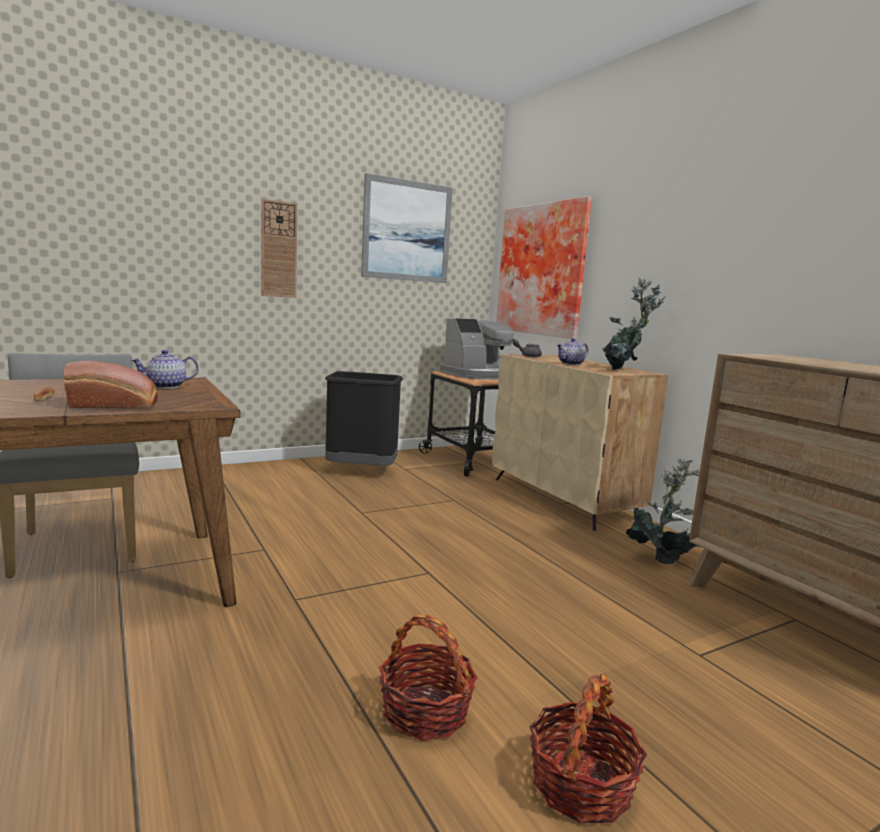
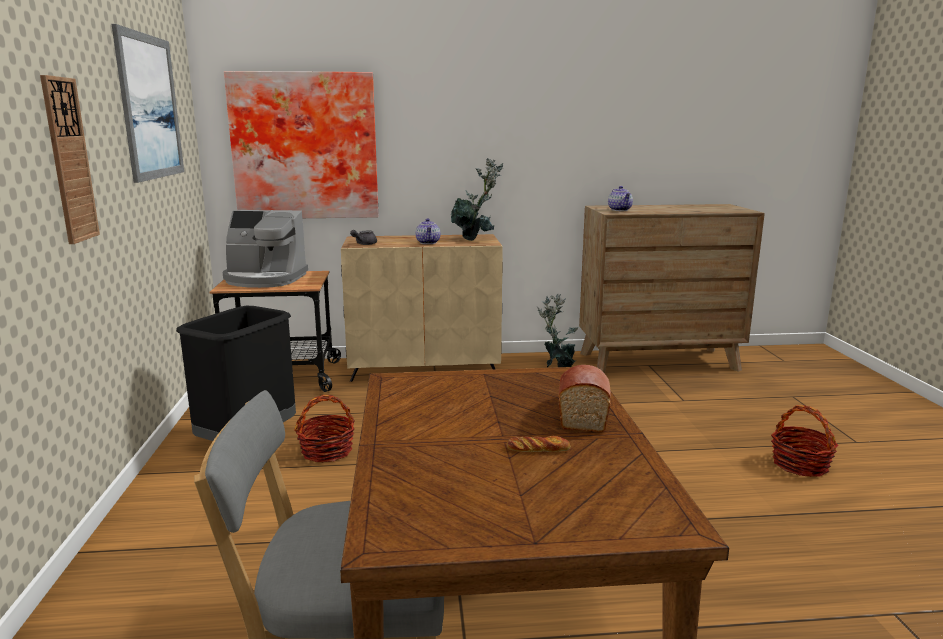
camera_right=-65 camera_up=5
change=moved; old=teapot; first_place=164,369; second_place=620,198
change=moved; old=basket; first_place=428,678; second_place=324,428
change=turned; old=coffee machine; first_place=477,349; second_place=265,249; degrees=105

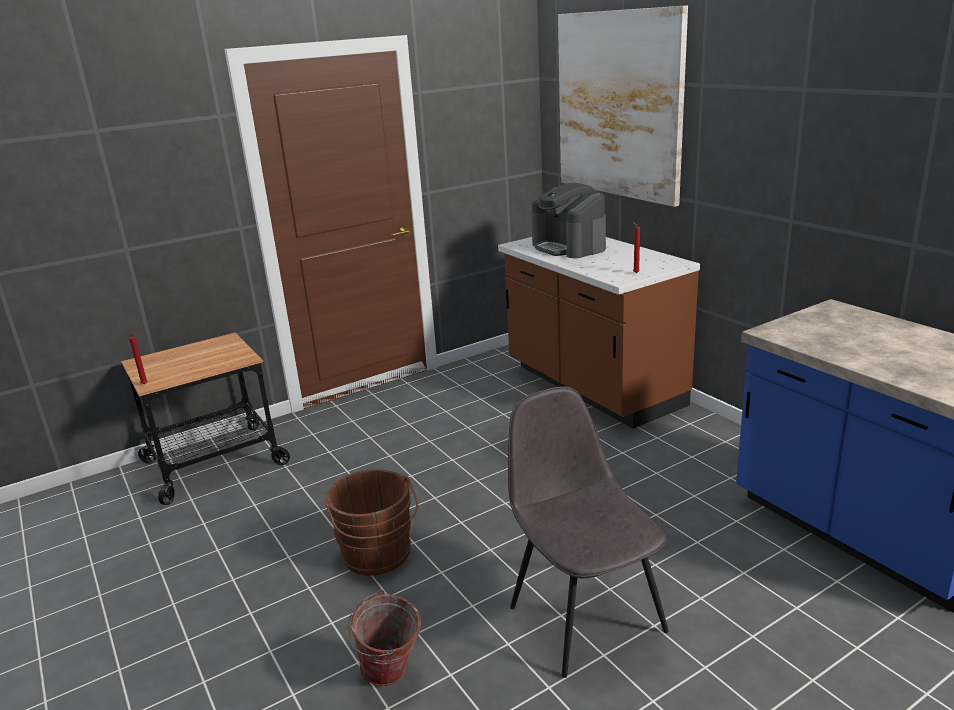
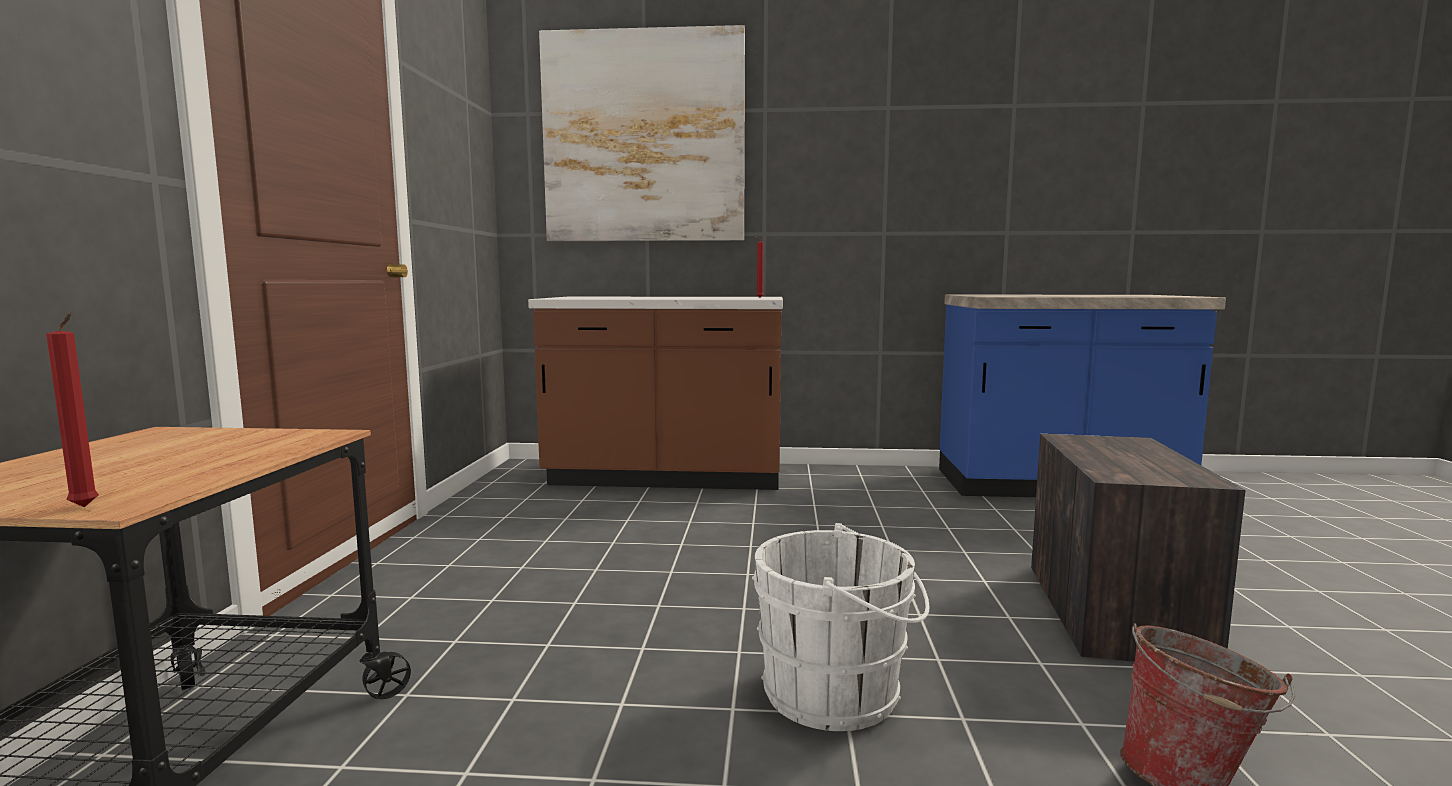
camera_right=-55 camera_up=-15
change=recoloured; old=bucket in brown; new=bucket in white; first_place=371,522; second_place=841,627
change=replaced; old=chair in grey; new=crate; first_place=588,532; second_place=1138,548
change=removed; old=coffee machine; first_place=568,220

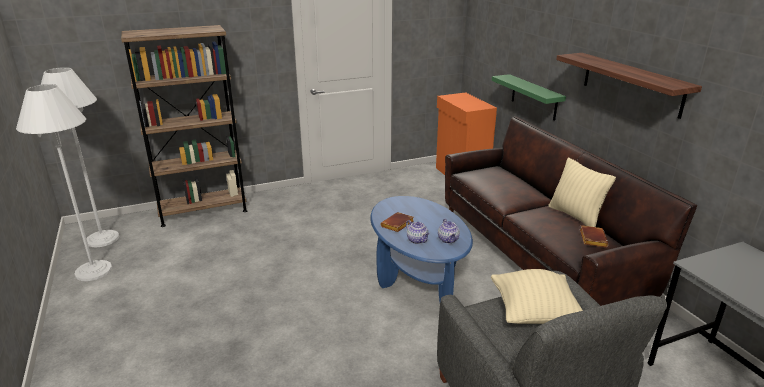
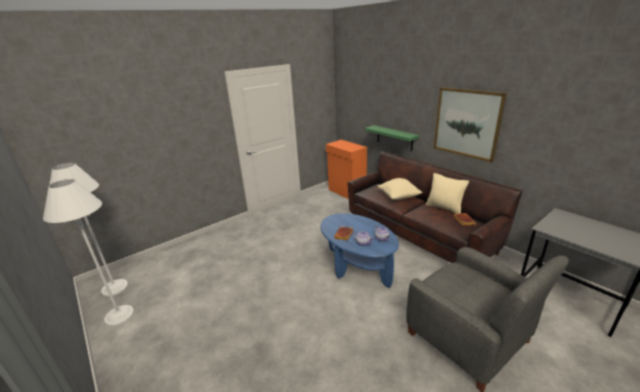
camera_right=-15 camera_up=0
change=removed; old=bookcase in brown; first_place=184,126
change=moved; old=pillow in beige; first_place=537,296; second_place=400,189
change=replaced; old=shelf; new=picture; first_place=629,86; second_place=470,125

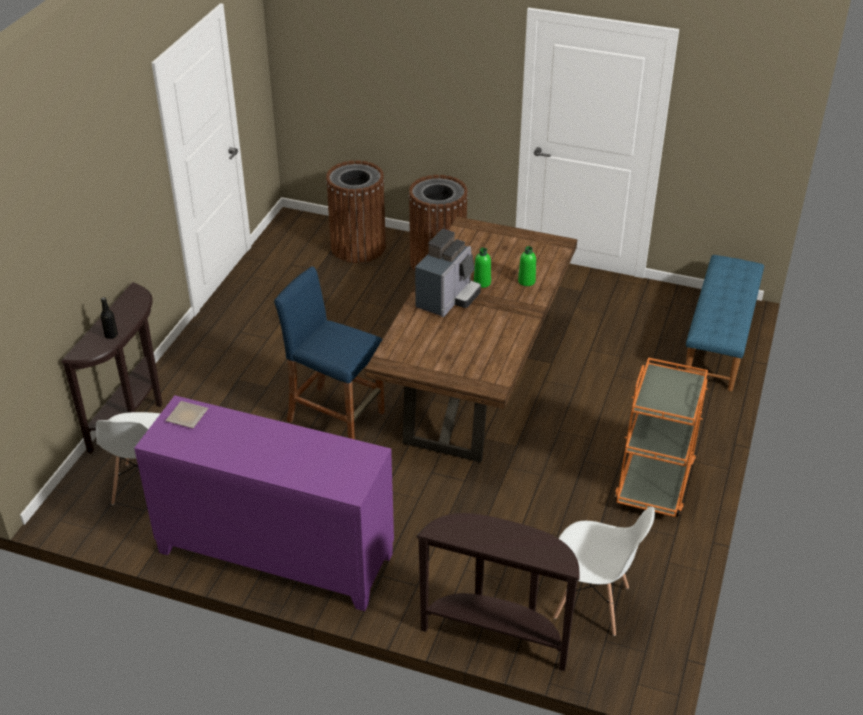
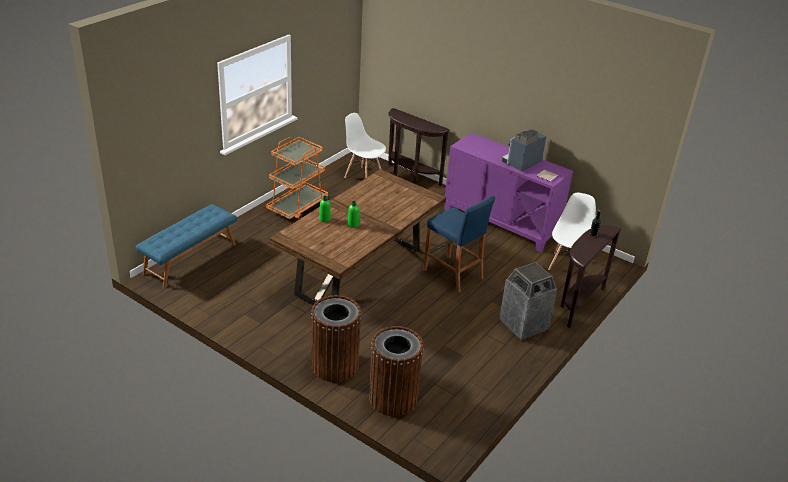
camera_right=-165 camera_up=-5
change=moved; old=coffee machine; first_place=448,273; second_place=524,150
change=added; new=trash can; second_place=528,301

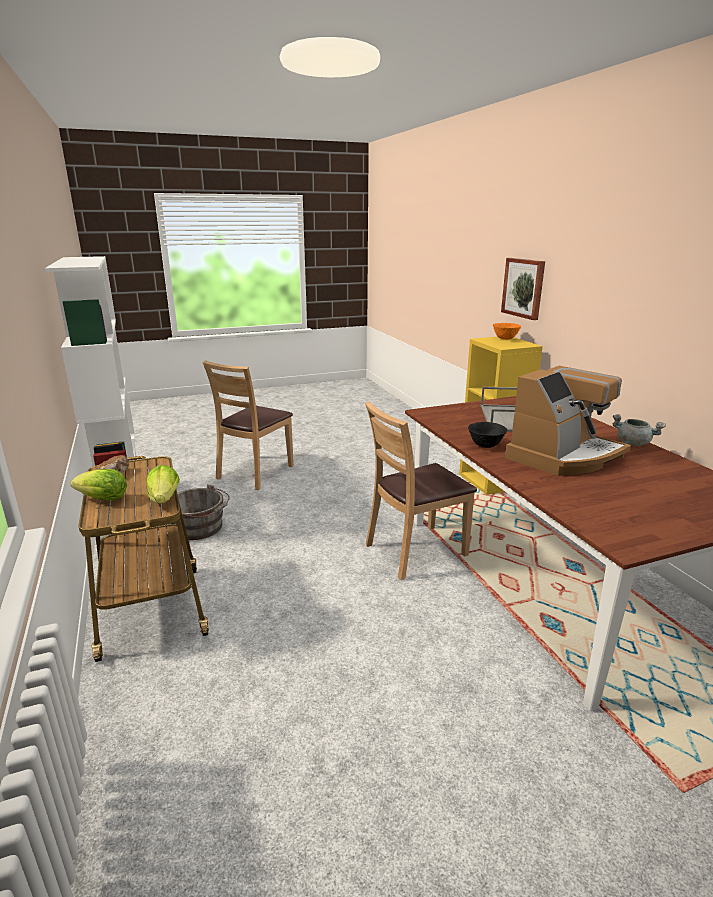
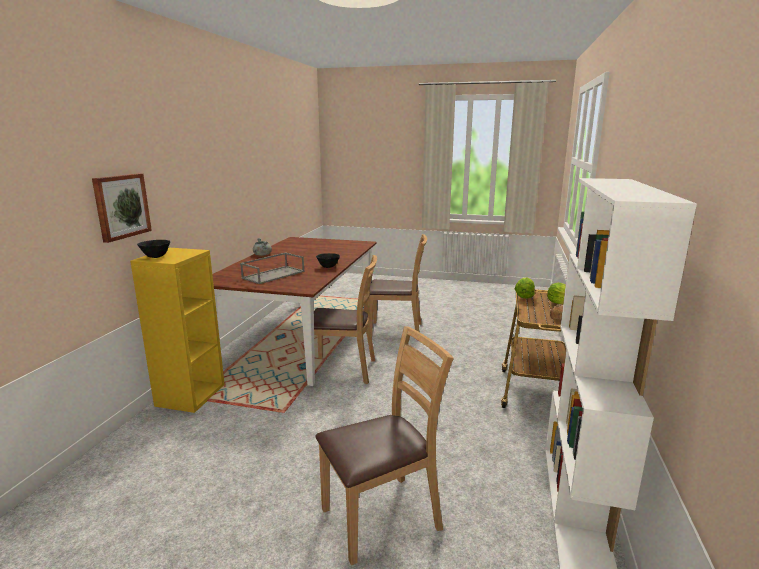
camera_right=-145 camera_up=-5
change=removed; old=bucket in grey; first_place=200,512
change=recoloured; old=bowl in orange; new=bowl in black; first_place=507,331; second_place=153,249
change=removed; old=coffee machine; first_place=568,421
change=added; new=chair in brown; second_place=398,285

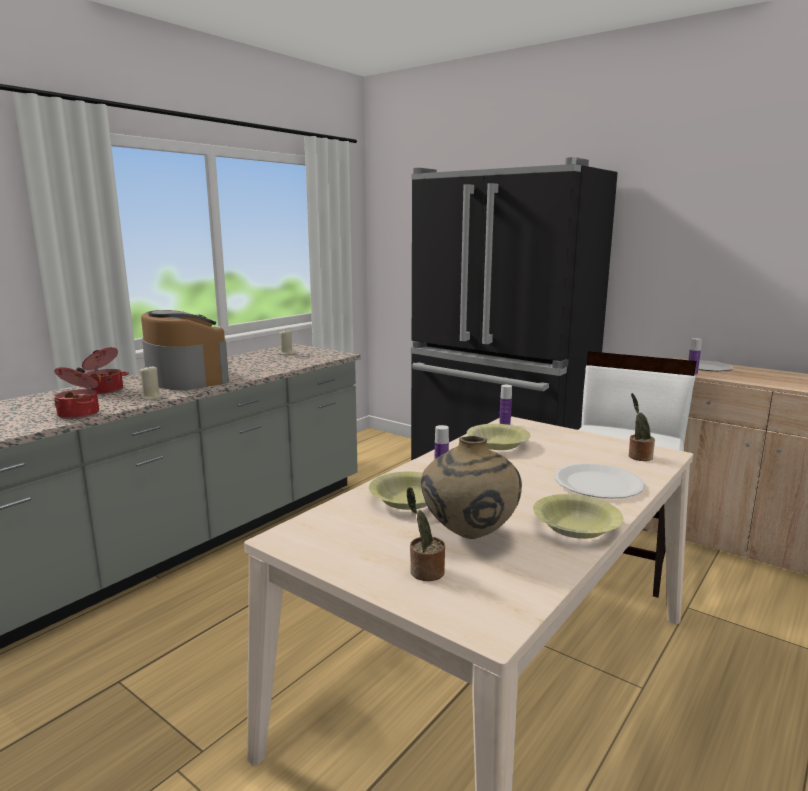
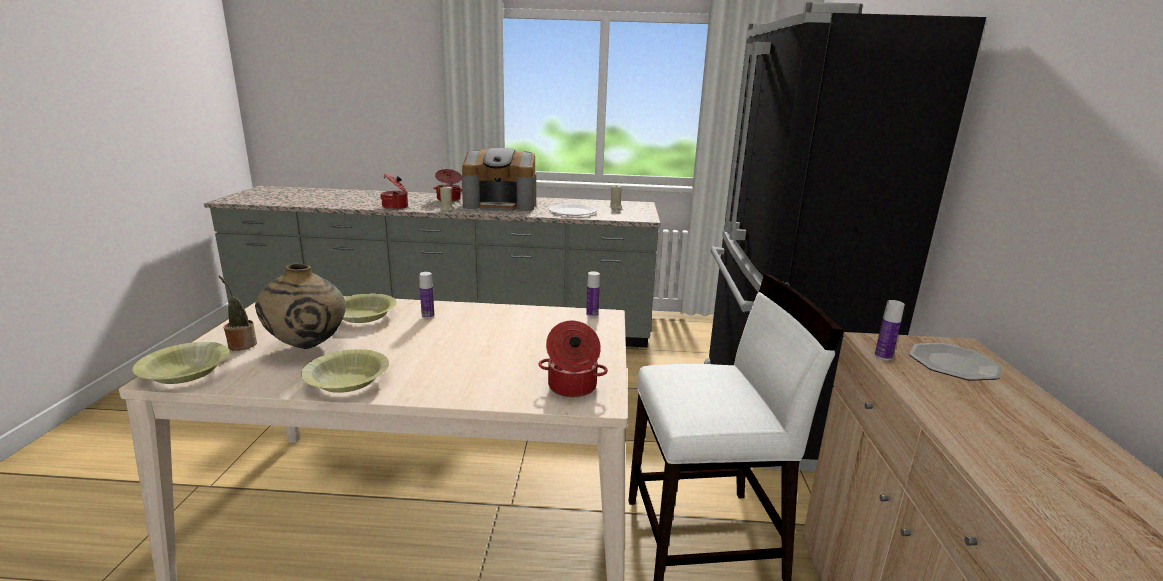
camera_right=55 camera_up=5
change=turned; old=coffee machine; first_place=185,350; second_place=499,179; degrees=75
change=moved; old=bowl in yellow; first_place=499,437; second_place=181,363
change=moved; old=plate in white; first_place=599,481; second_place=573,210
change=replaced; old=potted plant; new=cooking pot; first_place=642,427; second_place=573,359

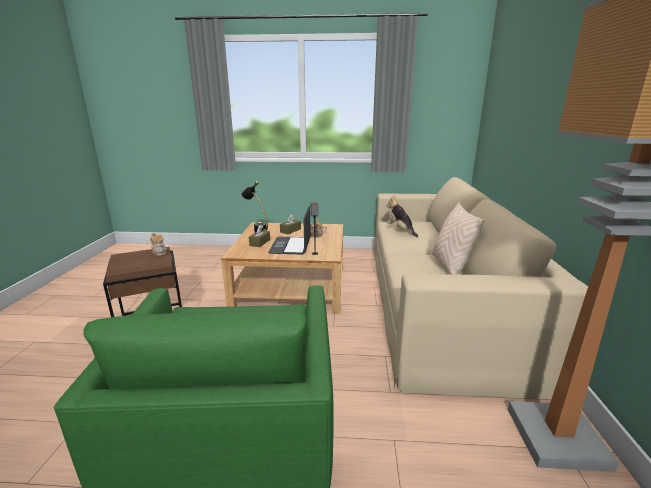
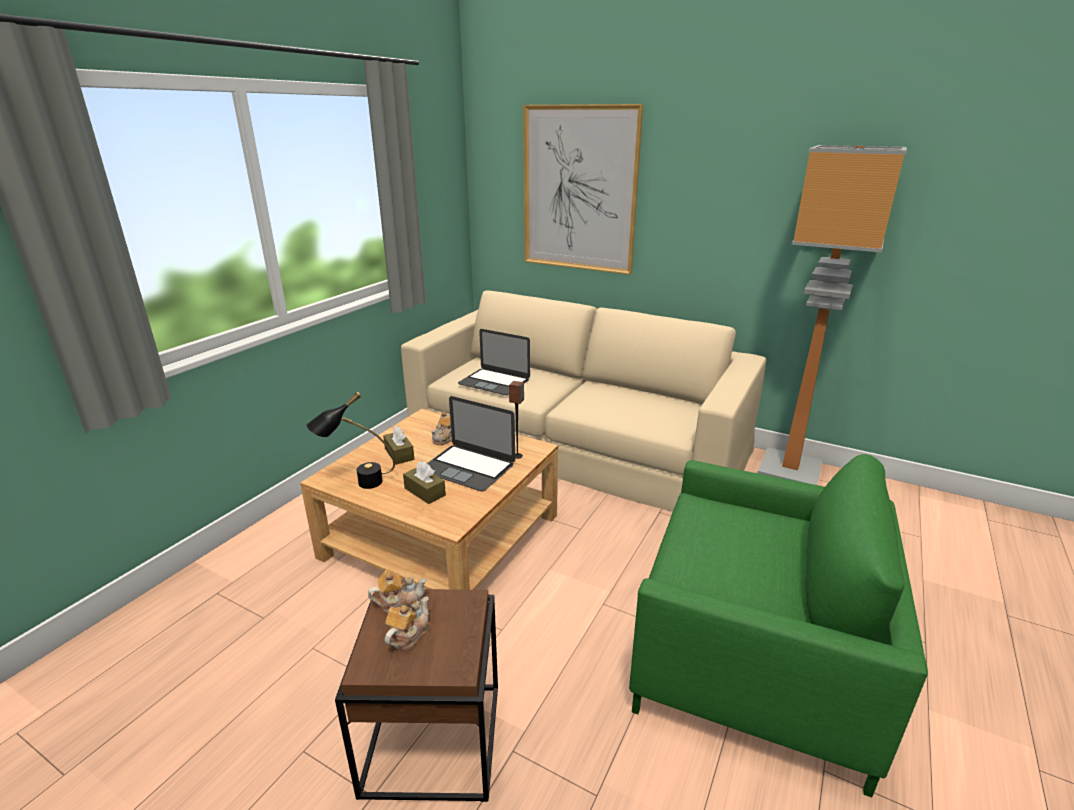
camera_right=-65 camera_up=5
change=replaced; old=plush toy; new=laptop; first_place=402,216; second_place=494,362
change=removed; old=pillow in beige; first_place=458,238
change=added; new=teapot; second_place=407,623
change=added; new=picture; second_place=583,189

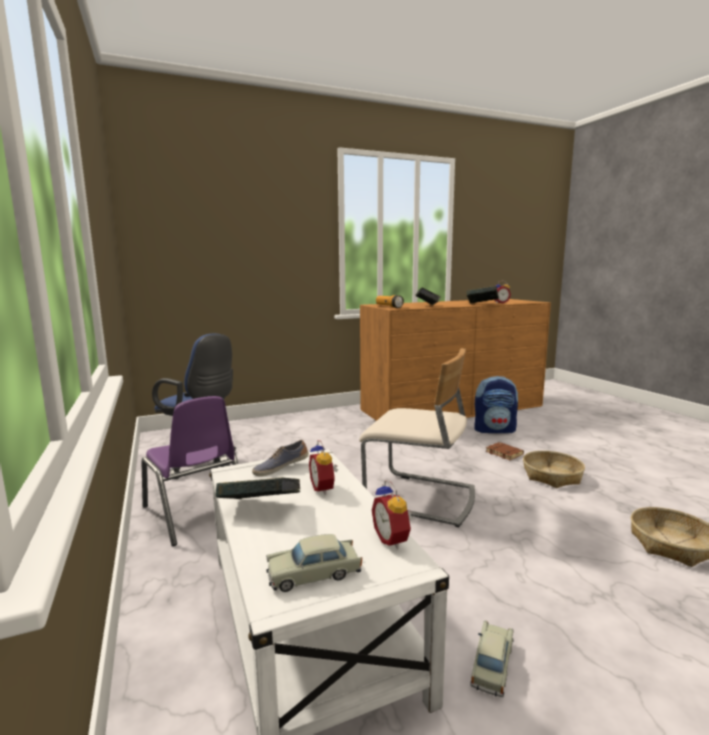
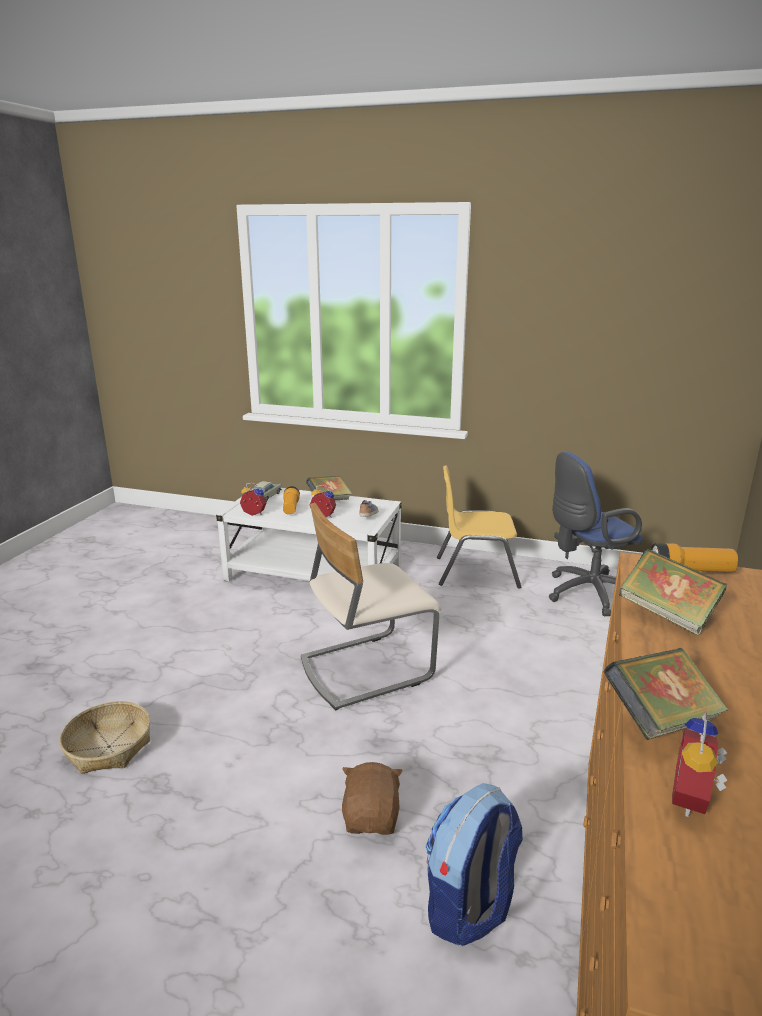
camera_right=130 camera_up=10
change=recoloured; old=chair in purple; new=chair in yellow; first_place=189,471; second_place=479,527
change=removed; old=toy car in beige; first_place=492,658
change=replaced; old=book in brown; new=plush toy in brown; first_place=505,451; second_place=372,798
change=removed; old=basket; first_place=554,469
change=added; new=flashlight; second_place=291,500

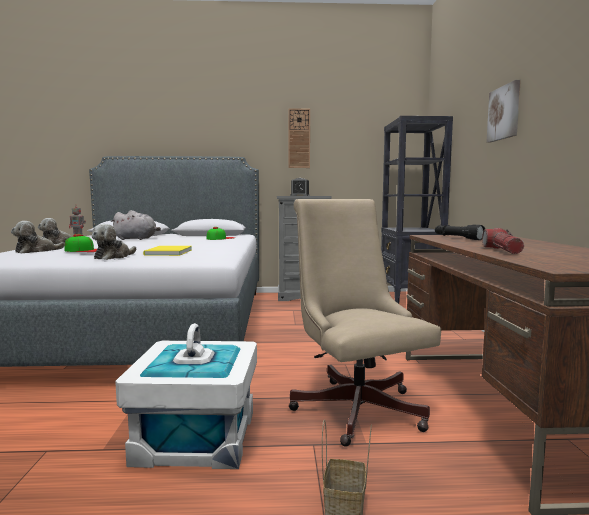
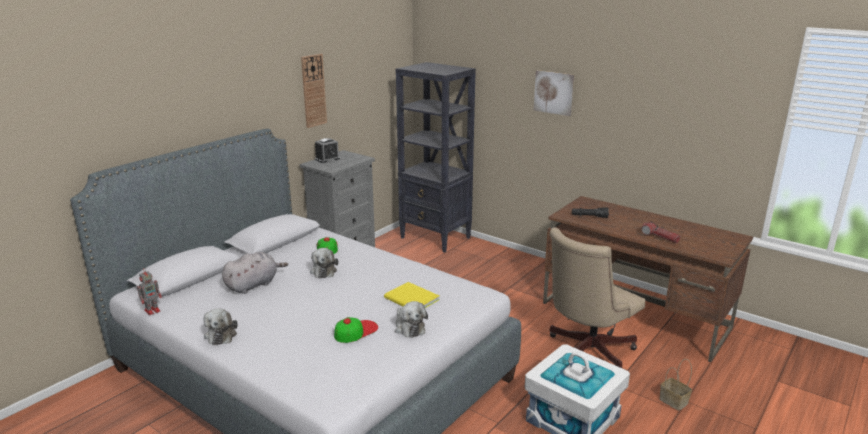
camera_right=-50 camera_up=15
change=moved; old=plush toy; first_place=38,237; second_place=324,263
change=turned; old=office chair in beige; first_place=365,323; second_place=597,297; degrees=-60

